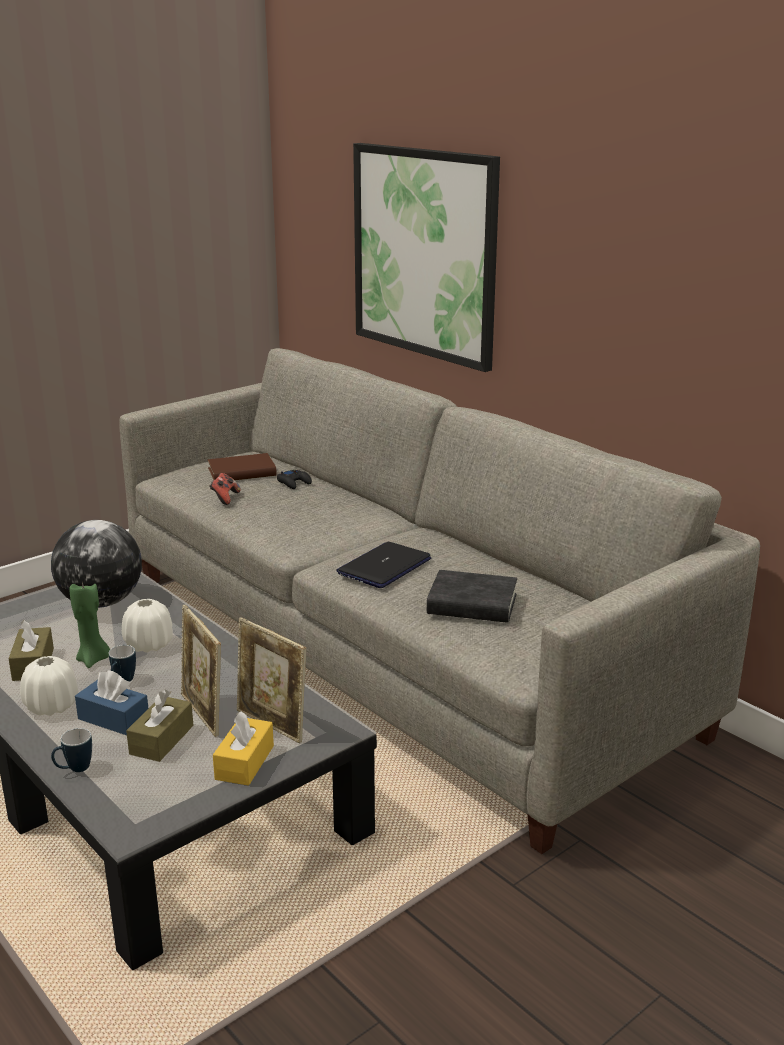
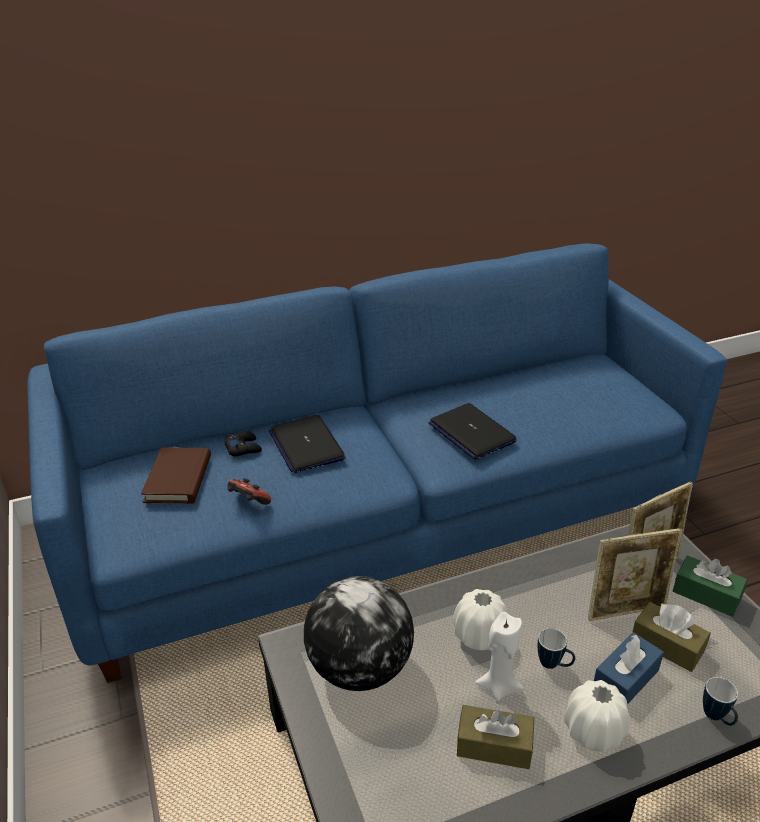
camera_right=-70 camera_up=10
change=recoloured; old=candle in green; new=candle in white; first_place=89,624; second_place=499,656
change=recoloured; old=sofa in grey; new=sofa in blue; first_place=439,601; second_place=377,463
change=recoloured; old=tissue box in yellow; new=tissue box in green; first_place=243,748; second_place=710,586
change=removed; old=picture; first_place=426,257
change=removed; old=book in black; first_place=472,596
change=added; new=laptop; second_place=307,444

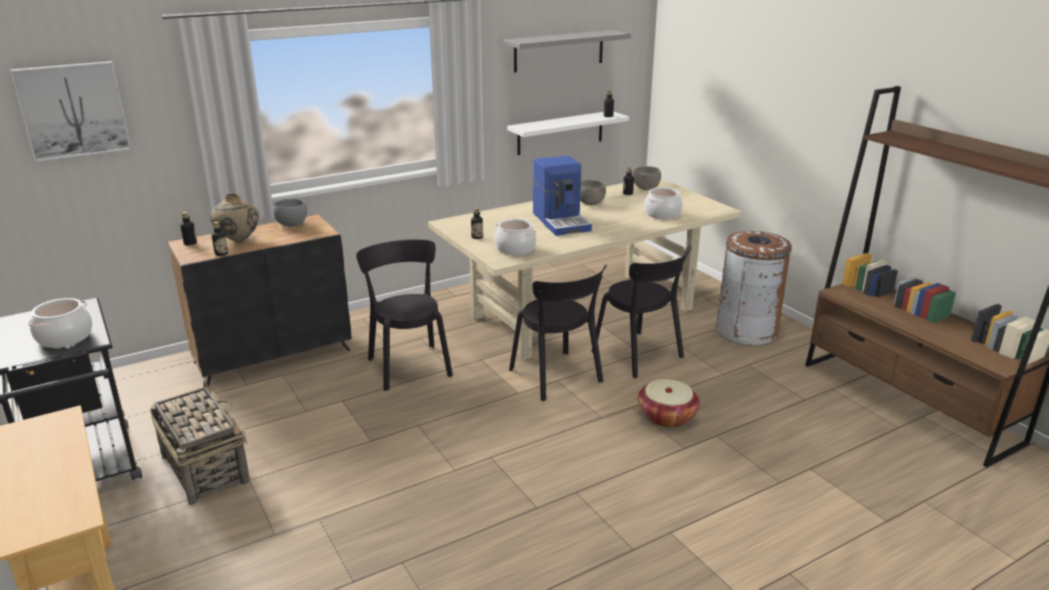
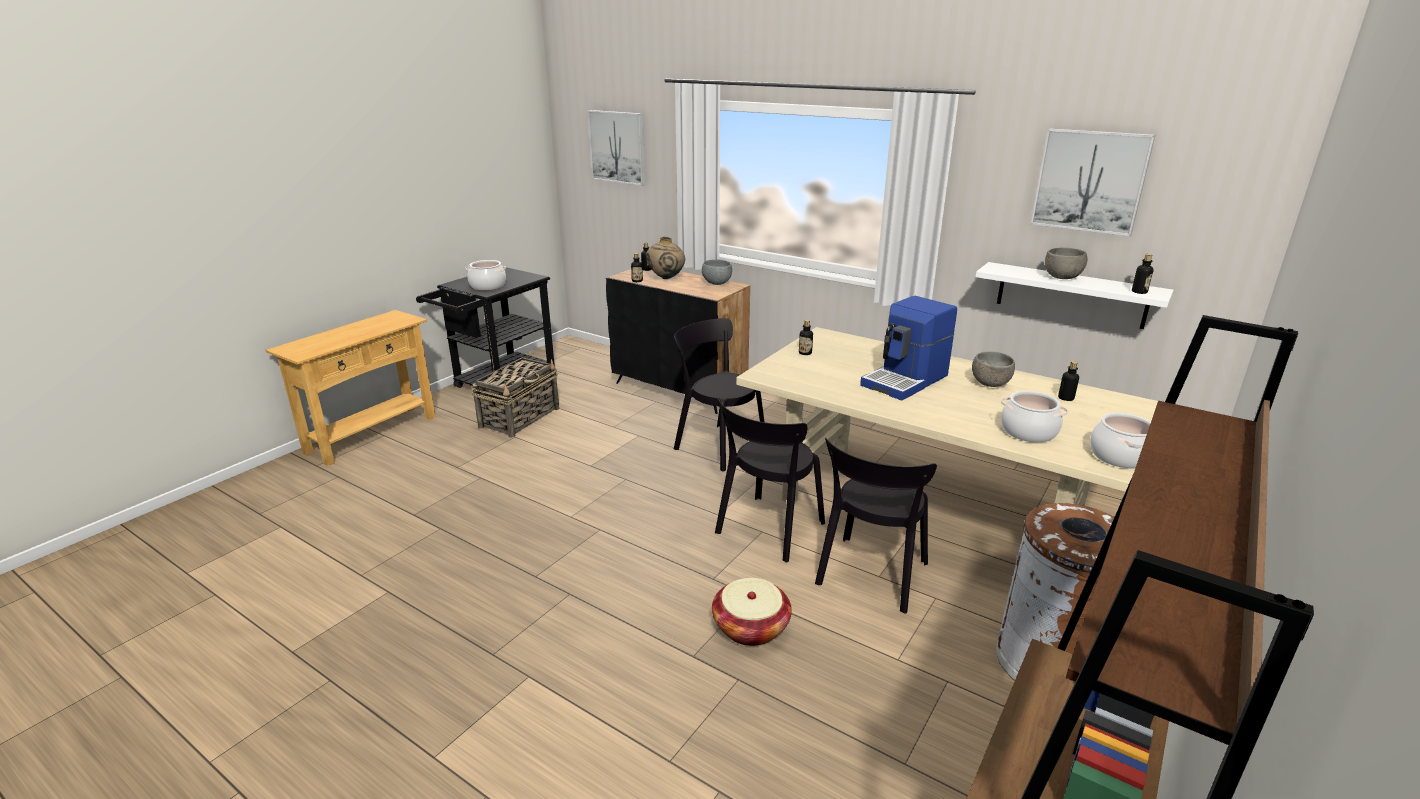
camera_right=65 camera_up=0
change=turned; old=chair in black; first_place=404,315; second_place=719,395; degrees=-90
change=moved; old=cooking pot; first_place=515,237; second_place=1120,441
change=replaced; old=shelf in grey; new=picture; first_place=567,51; second_place=1093,182
change=moved; old=bowl in grey; first_place=647,178; second_place=1066,263

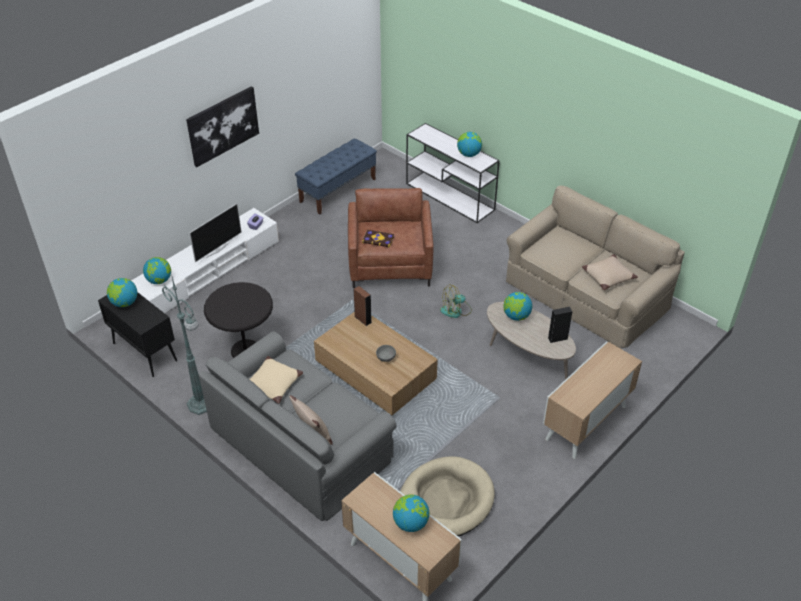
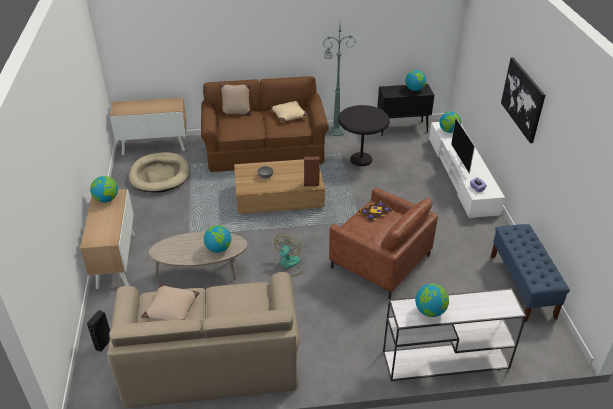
camera_right=130 camera_up=-5
change=recoloured; old=sofa in grey; new=sofa in brown; first_place=297,426; second_place=265,124
change=moved; old=globe; first_place=411,513; second_place=104,189
change=moved; old=speaker in black; first_place=560,325; second_place=98,331

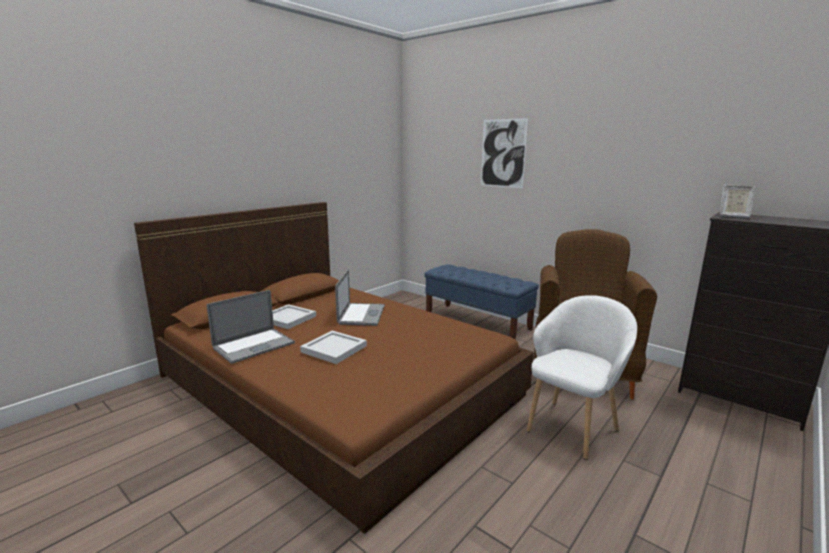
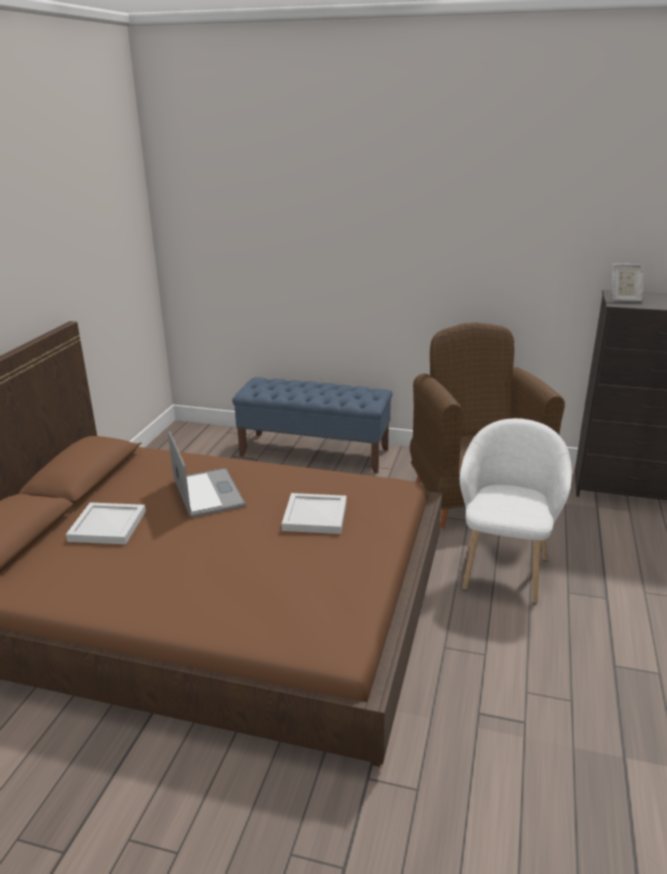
camera_right=-25 camera_up=10
change=removed; old=laptop; first_place=251,327
change=moved; old=tray in white; first_place=333,347; second_place=314,513
change=removed; old=picture; first_place=504,153

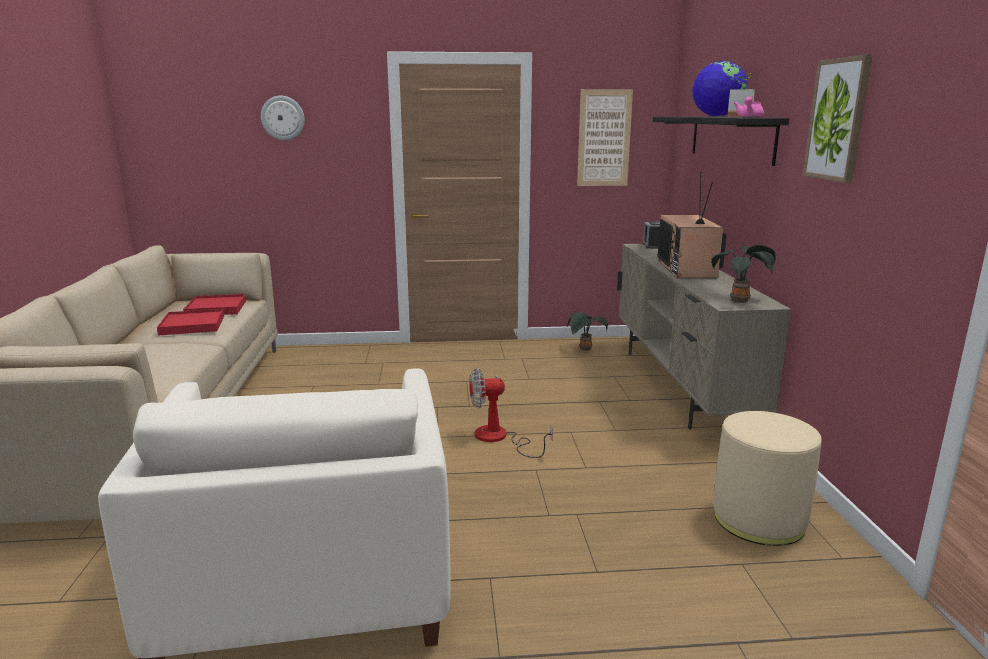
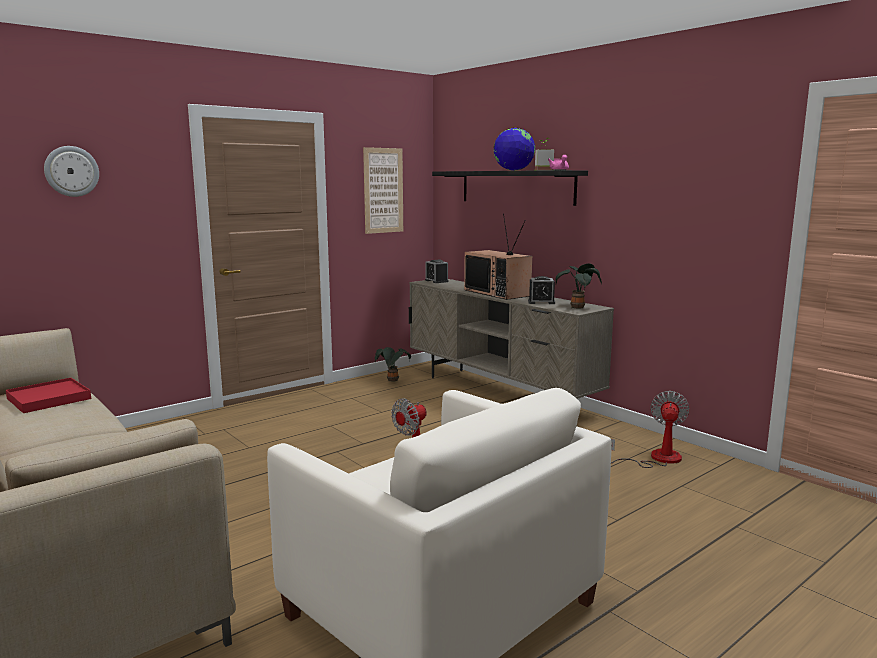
camera_right=-35 camera_up=-5
change=removed; old=tray in red; first_place=190,322
change=replaced; old=ottoman in beige; new=fan; first_place=767,478; second_place=650,429
change=removed; old=picture; first_place=837,118
change=added; new=alarm clock; second_place=541,290

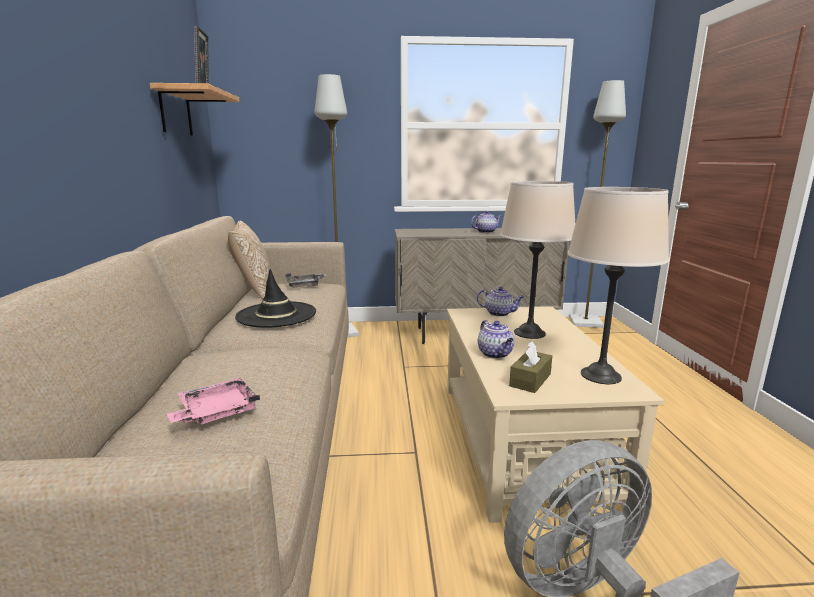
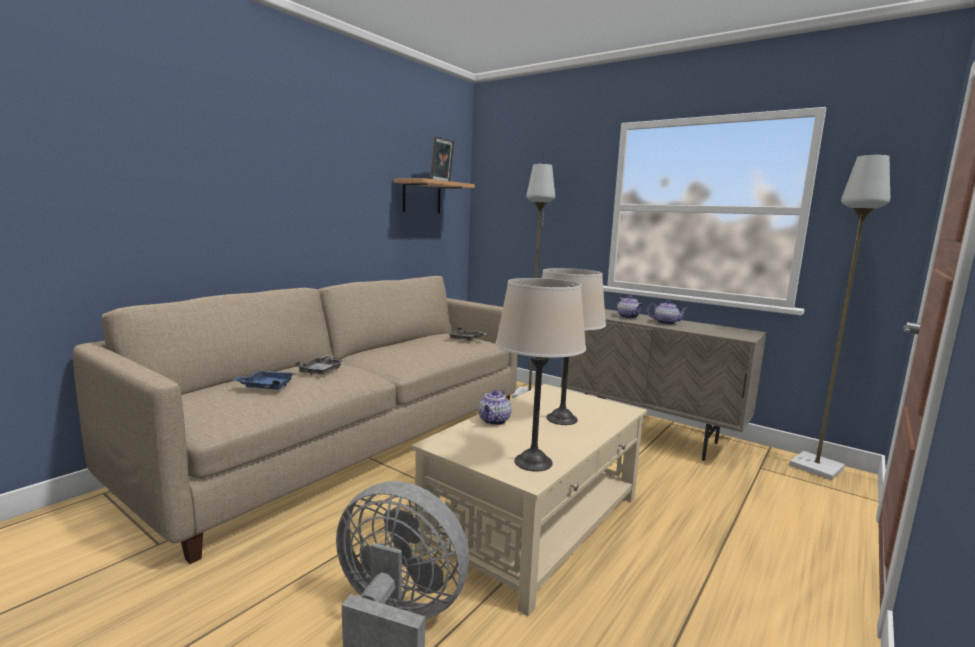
camera_right=40 camera_up=-5
change=recoloured; old=tray in pink; new=tray in blue; first_place=213,401; second_place=264,380
change=removed; old=pillow; first_place=249,260
change=removed; old=hat in black; first_place=275,298
change=moved; old=teapot; first_place=500,302; second_place=629,307
change=removed; old=tissue box in brown; first_place=530,367
change=added; new=tray in grey; second_place=320,365

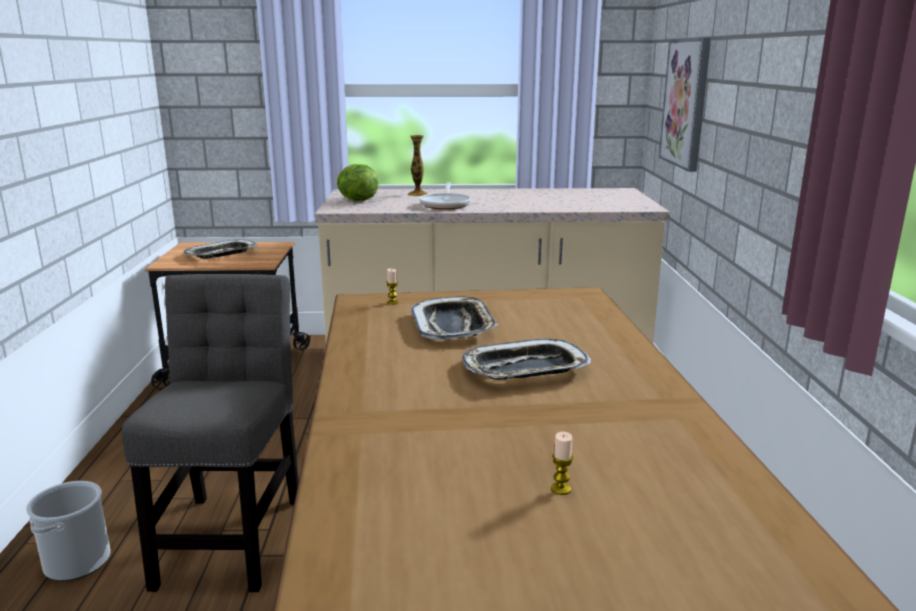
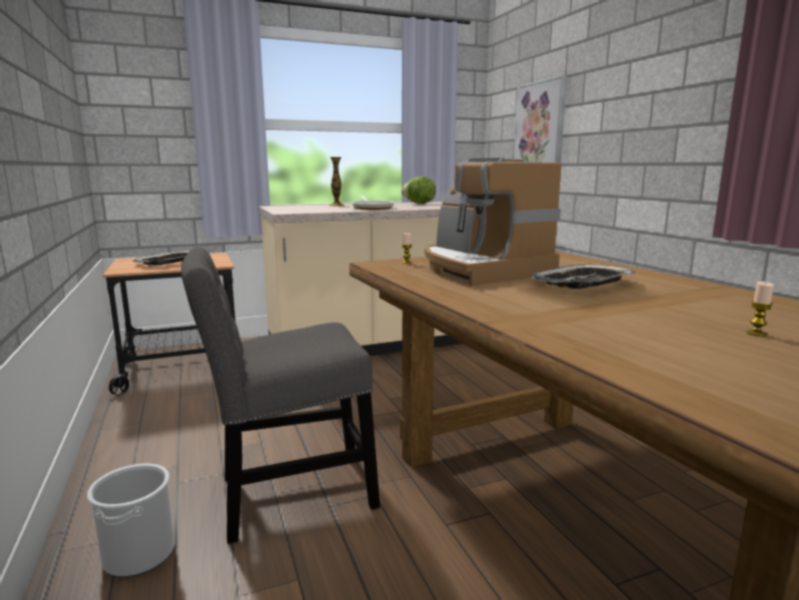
camera_right=-20 camera_up=-5
change=turned; old=chair in grey; first_place=210,433; second_place=280,395; degrees=-90
change=moved; old=lettuce; first_place=358,182; second_place=418,190
change=replaced; old=tray; new=coffee machine; first_place=454,318; second_place=493,222

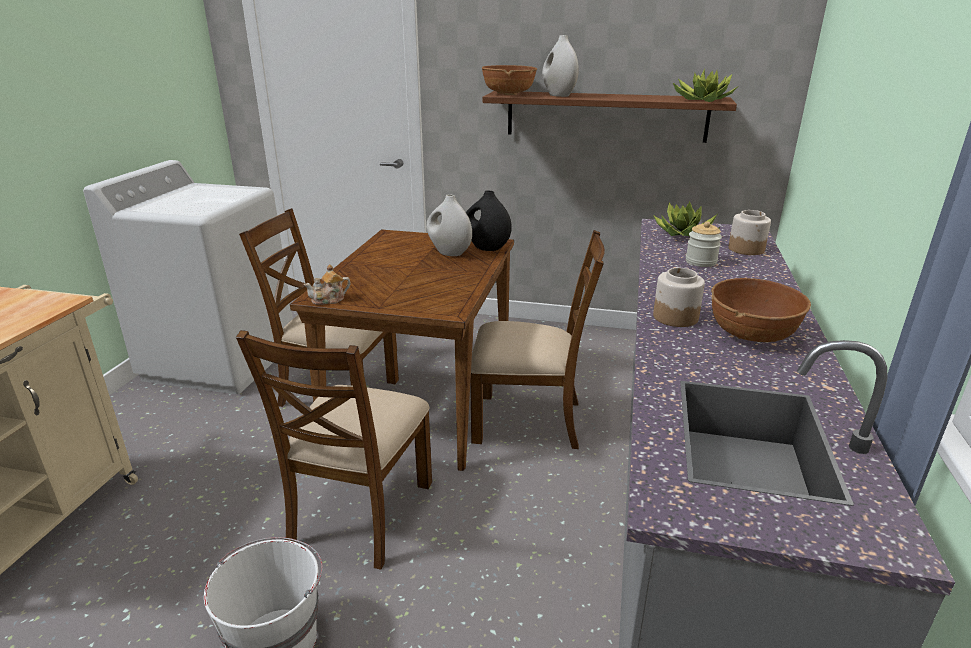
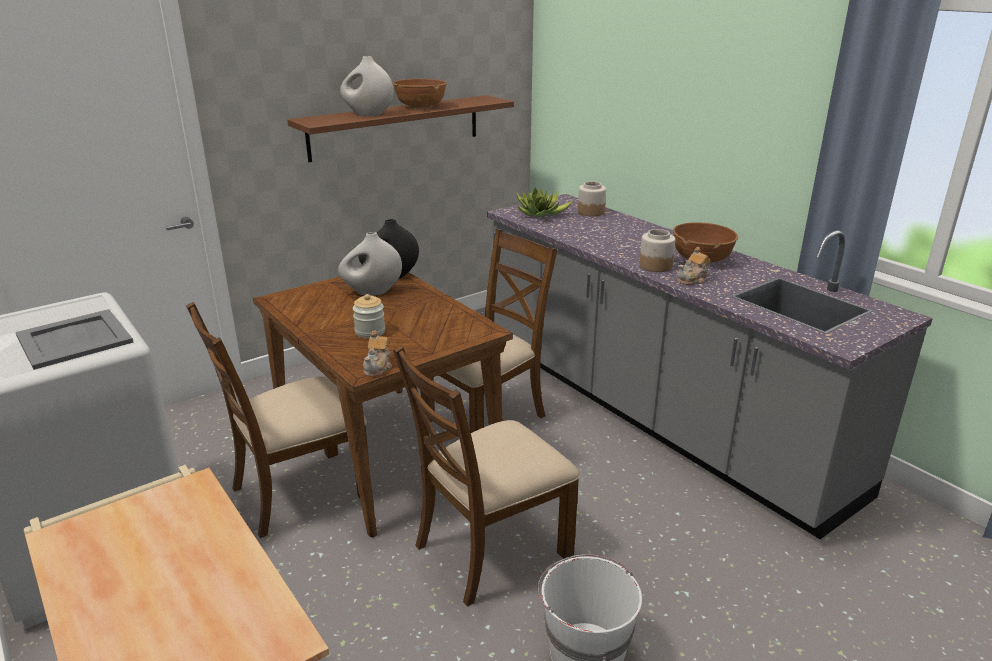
camera_right=-50 camera_up=0
change=turned; old=chair in brown; first_place=334,450; second_place=486,476; degrees=90
change=moved; old=bowl in brown; first_place=509,80; second_place=419,94
change=removed; old=potted plant; first_place=705,85
change=moved; old=jar; first_place=704,244; second_place=369,316
change=added; new=tray in grey; second_place=74,339
change=added; new=teapot; second_place=694,266

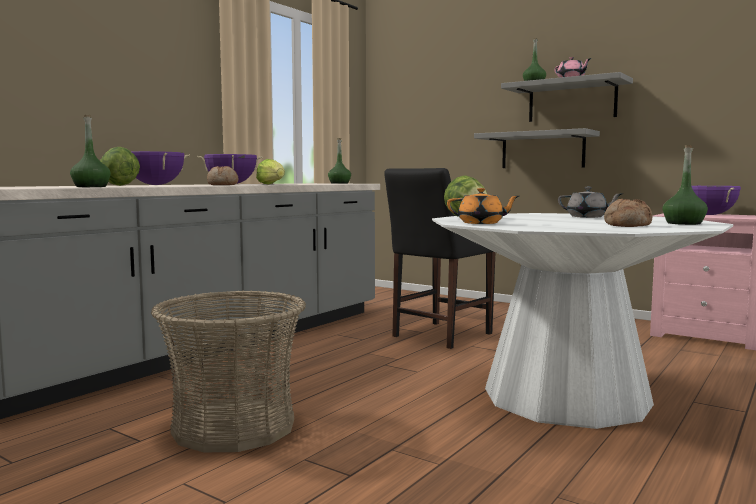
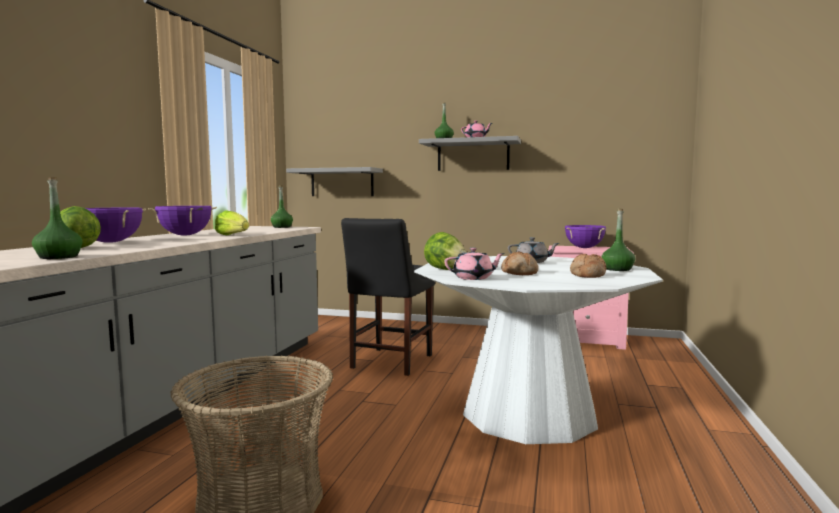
camera_right=-20 camera_up=0
change=moved; old=bread; first_place=222,175; second_place=520,263
change=recoloured; old=teapot in orange; new=teapot in pink; first_place=483,206; second_place=474,264
change=moved; old=shelf in grey; first_place=537,148; second_place=334,181

